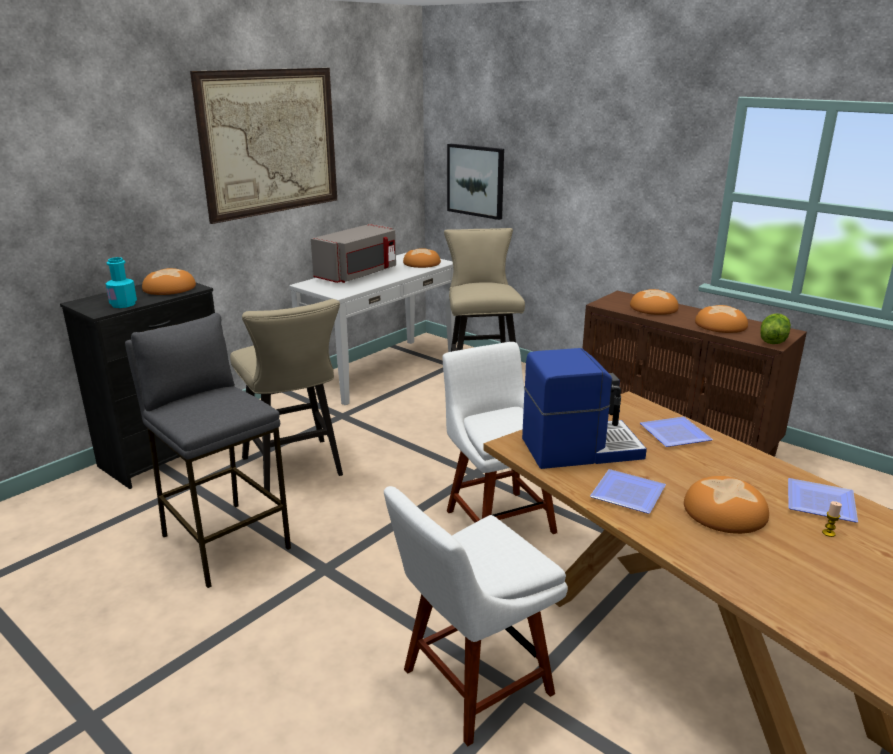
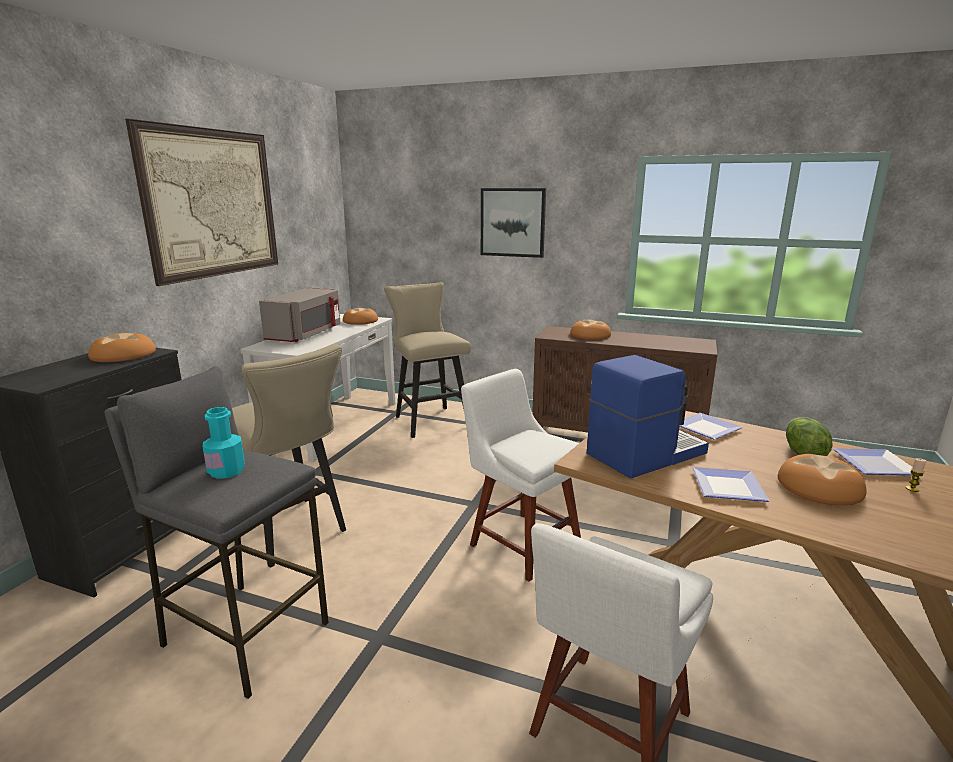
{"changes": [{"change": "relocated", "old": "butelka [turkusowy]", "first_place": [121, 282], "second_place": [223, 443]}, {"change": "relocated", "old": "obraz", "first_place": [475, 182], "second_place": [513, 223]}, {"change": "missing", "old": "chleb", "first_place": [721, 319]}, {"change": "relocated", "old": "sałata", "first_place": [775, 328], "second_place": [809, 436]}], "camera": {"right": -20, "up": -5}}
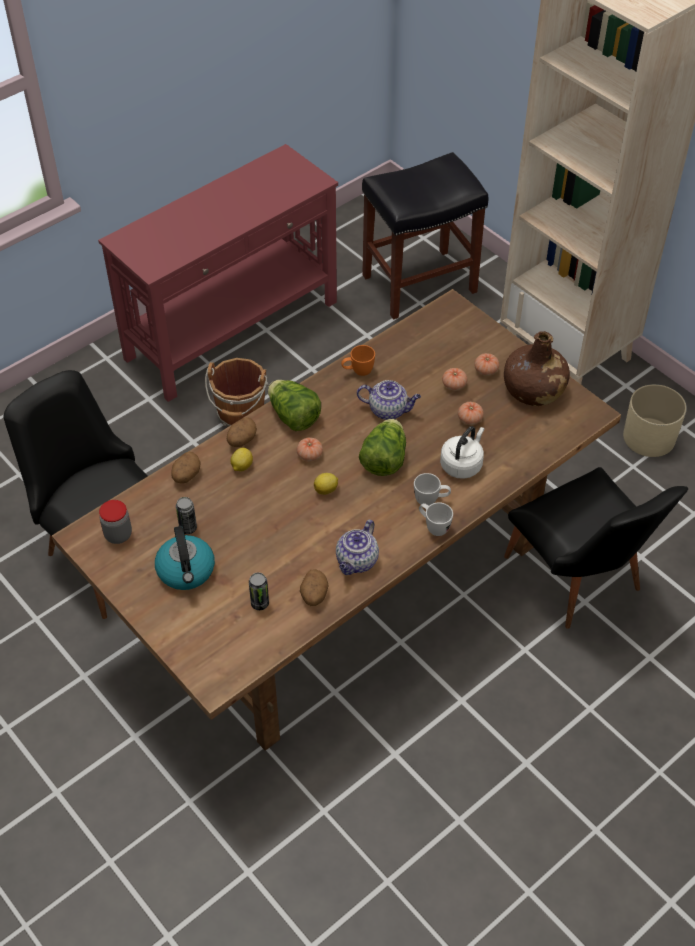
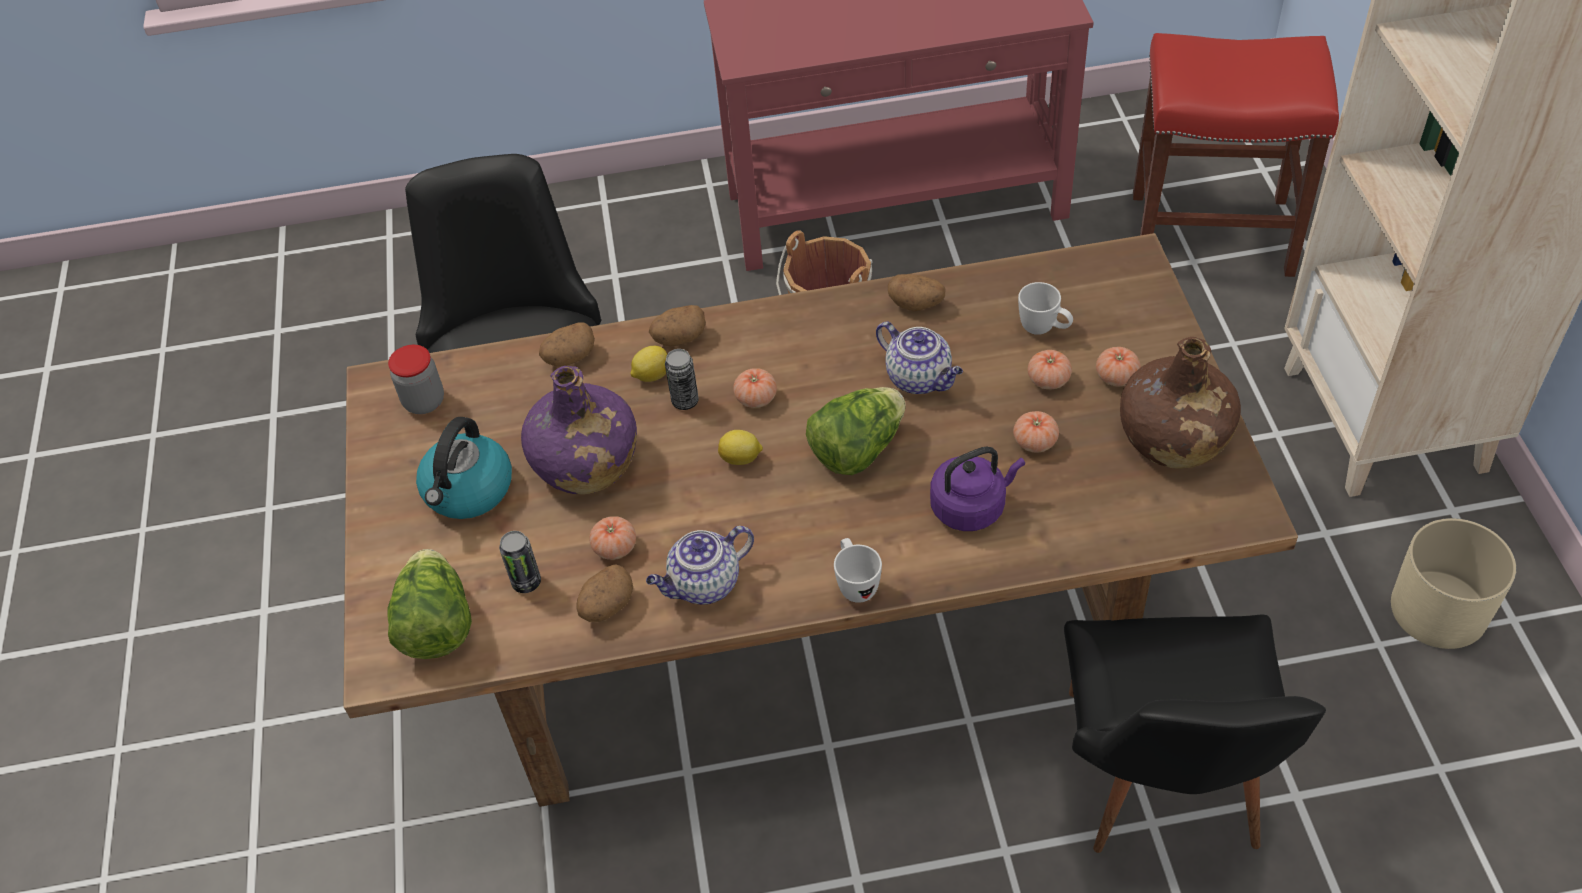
{"changes": [{"change": "relocated", "old": "puszka", "first_place": [186, 515], "second_place": [682, 379]}, {"change": "relocated", "old": "sałata", "first_place": [294, 405], "second_place": [429, 604]}, {"change": "exchanged", "old": "kubek [pomarańczowy]", "new": "ziemniak", "first_place": [358, 360], "second_place": [916, 292]}, {"change": "colour", "old": "stołek [czarny]", "new": "stołek [czerwony]", "first_place": [425, 236], "second_place": [1236, 155]}, {"change": "relocated", "old": "kubek [biały]", "first_place": [432, 489], "second_place": [1045, 308]}, {"change": "colour", "old": "czajnik [biały]", "new": "czajnik [fioletowy]", "first_place": [462, 452], "second_place": [977, 488]}, {"change": "appeared", "new": "butelka [fioletowy]", "second_place": [579, 430]}, {"change": "appeared", "new": "pomidor", "second_place": [612, 538]}], "camera": {"right": 35, "up": 0}}
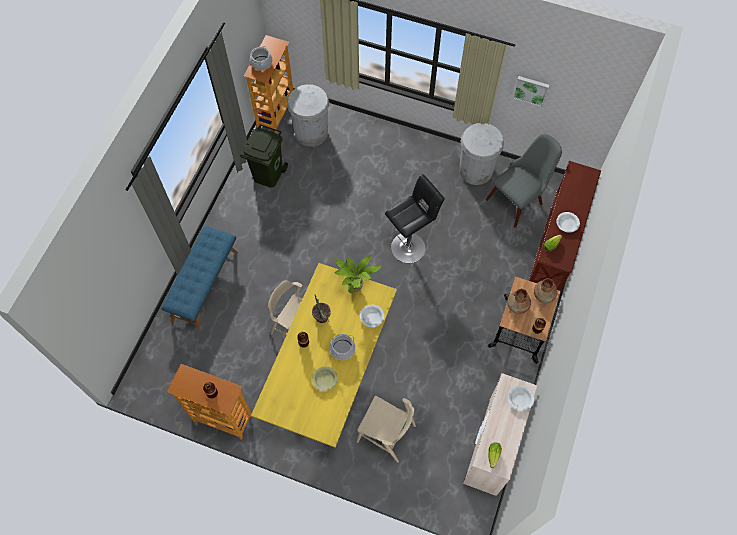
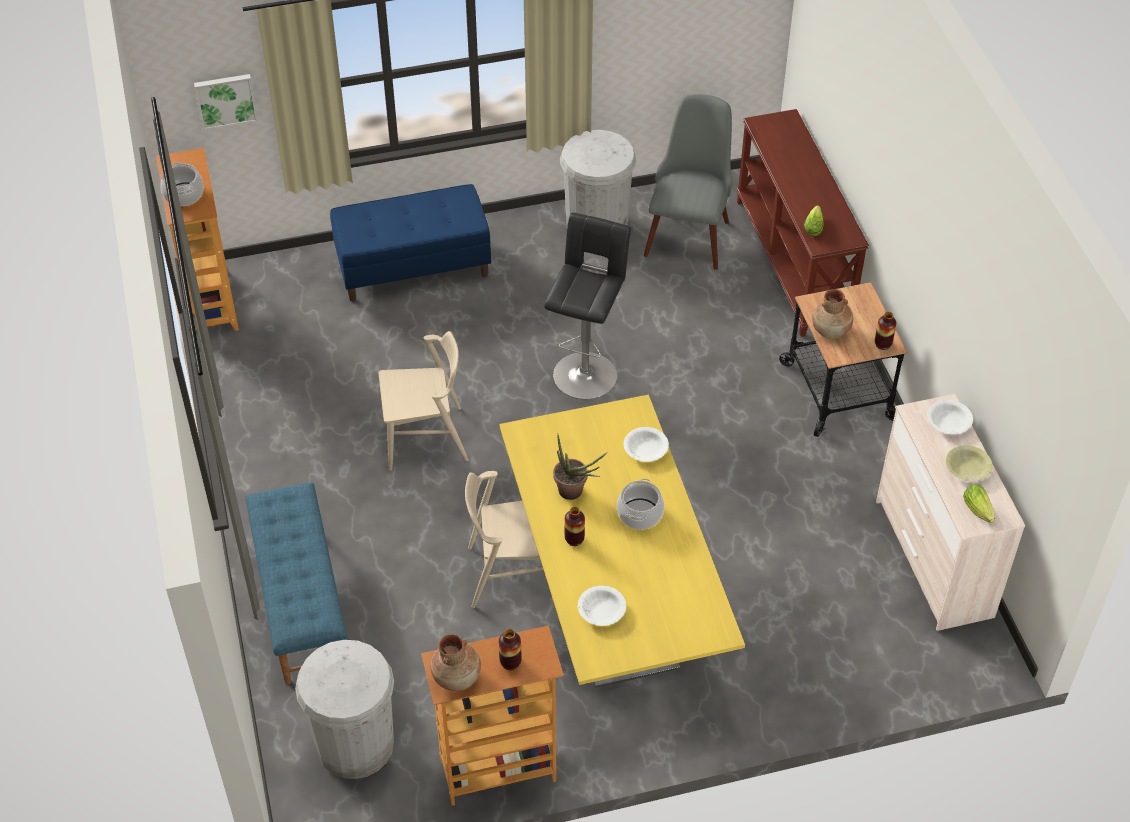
{"changes": [{"change": "missing", "old": "kosz na śmieci [zielony]", "first_place": [264, 156]}, {"change": "relocated", "old": "kosz na śmieci [biały]", "first_place": [308, 115], "second_place": [344, 709]}, {"change": "relocated", "old": "miska [żółty]", "first_place": [325, 378], "second_place": [969, 463]}, {"change": "missing", "old": "roślina doniczkowa", "first_place": [358, 274]}, {"change": "relocated", "old": "krzesło [beżowy]", "first_place": [386, 429], "second_place": [424, 401]}, {"change": "relocated", "old": "obraz", "first_place": [530, 91], "second_place": [226, 102]}, {"change": "relocated", "old": "wazon [brązowy]", "first_place": [546, 290], "second_place": [456, 662]}, {"change": "relocated", "old": "miska [biały]", "first_place": [568, 222], "second_place": [602, 606]}, {"change": "appeared", "new": "ławka [niebieski]", "second_place": [410, 243]}], "camera": {"right": -35, "up": -15}}
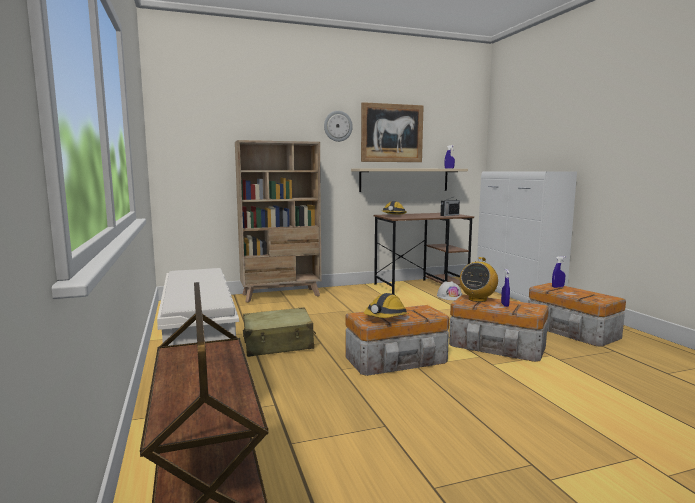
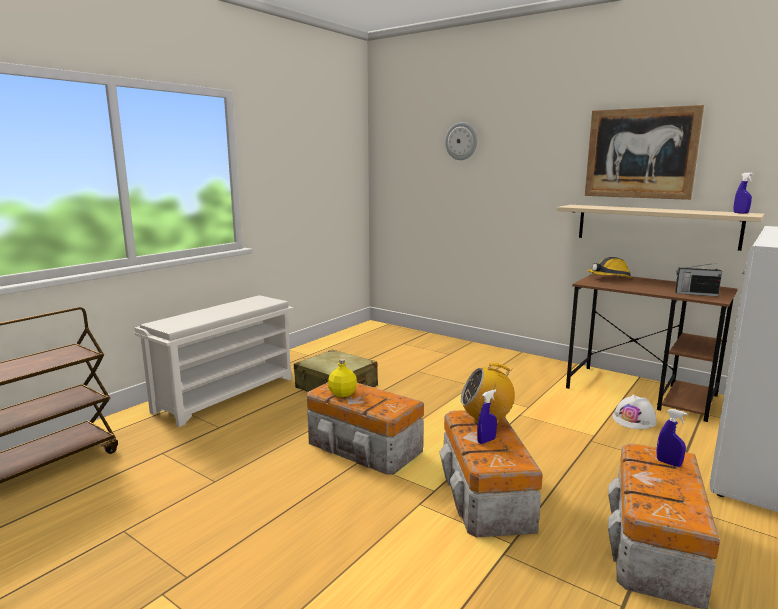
{"changes": [{"change": "missing", "old": "regał [beżowy]", "first_place": [278, 221]}, {"change": "relocated", "old": "zegar ścienny", "first_place": [338, 126], "second_place": [461, 141]}, {"change": "exchanged", "old": "kask", "new": "butelka [żółty]", "first_place": [386, 305], "second_place": [342, 378]}], "camera": {"right": 55, "up": 5}}
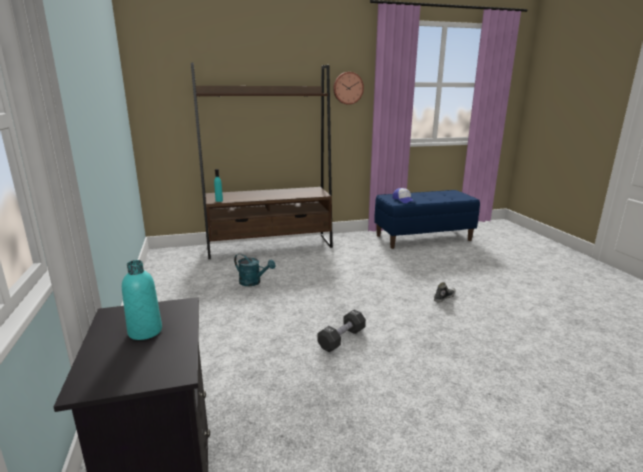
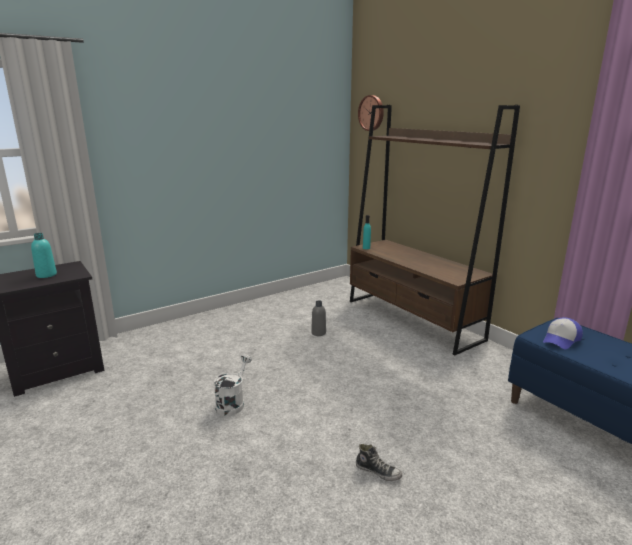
{"changes": [{"change": "exchanged", "old": "konewka [turkusowy]", "new": "butelka [szary]", "first_place": [255, 269], "second_place": [318, 318]}, {"change": "exchanged", "old": "hantel [czarny]", "new": "konewka [biały]", "first_place": [342, 331], "second_place": [233, 385]}, {"change": "relocated", "old": "zegar ścienny", "first_place": [348, 88], "second_place": [371, 113]}], "camera": {"right": 70, "up": 0}}
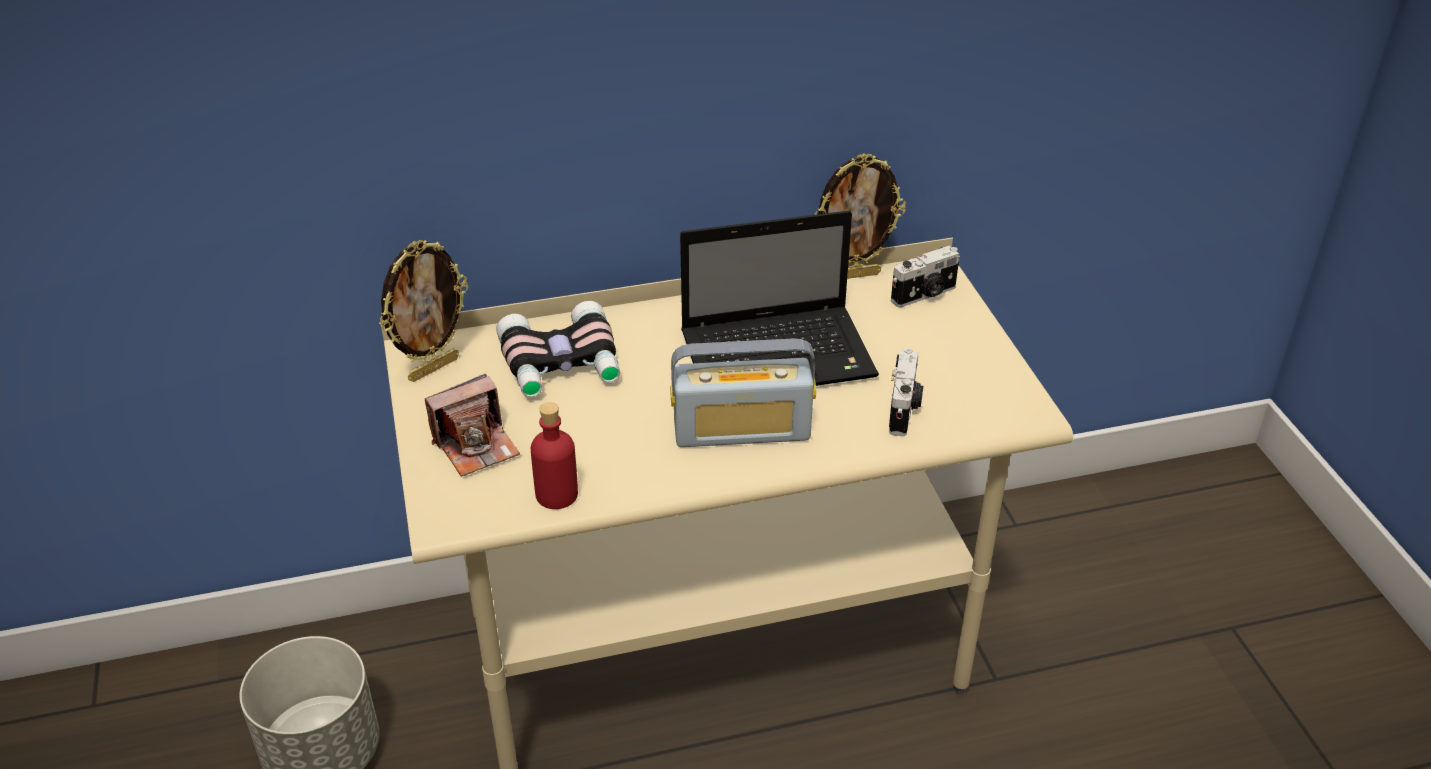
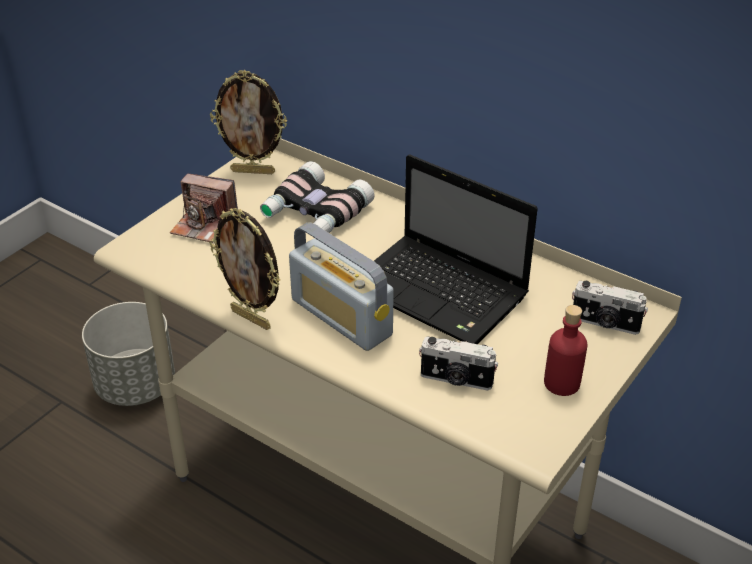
{"changes": [{"change": "relocated", "old": "butelka [czerwony]", "first_place": [554, 455], "second_place": [565, 350]}, {"change": "relocated", "old": "ramka na zdjęcie", "first_place": [860, 216], "second_place": [244, 269]}, {"change": "spun", "old": "aparat fotograficzny", "first_place": [906, 392], "second_place": [458, 363], "degrees": 45}], "camera": {"right": 50, "up": 0}}
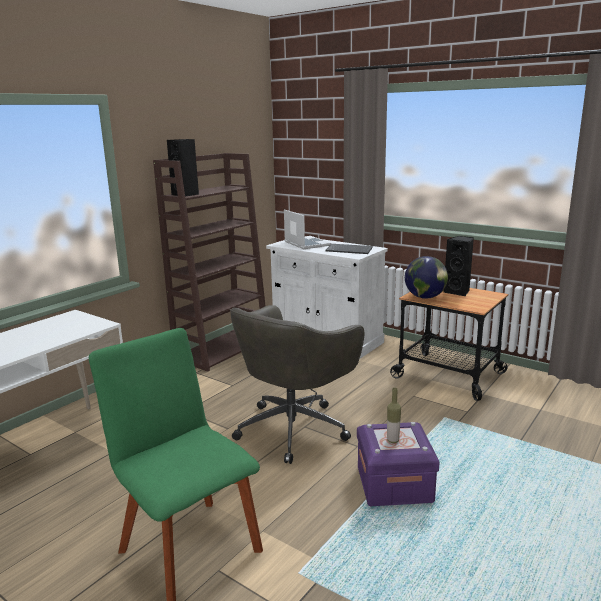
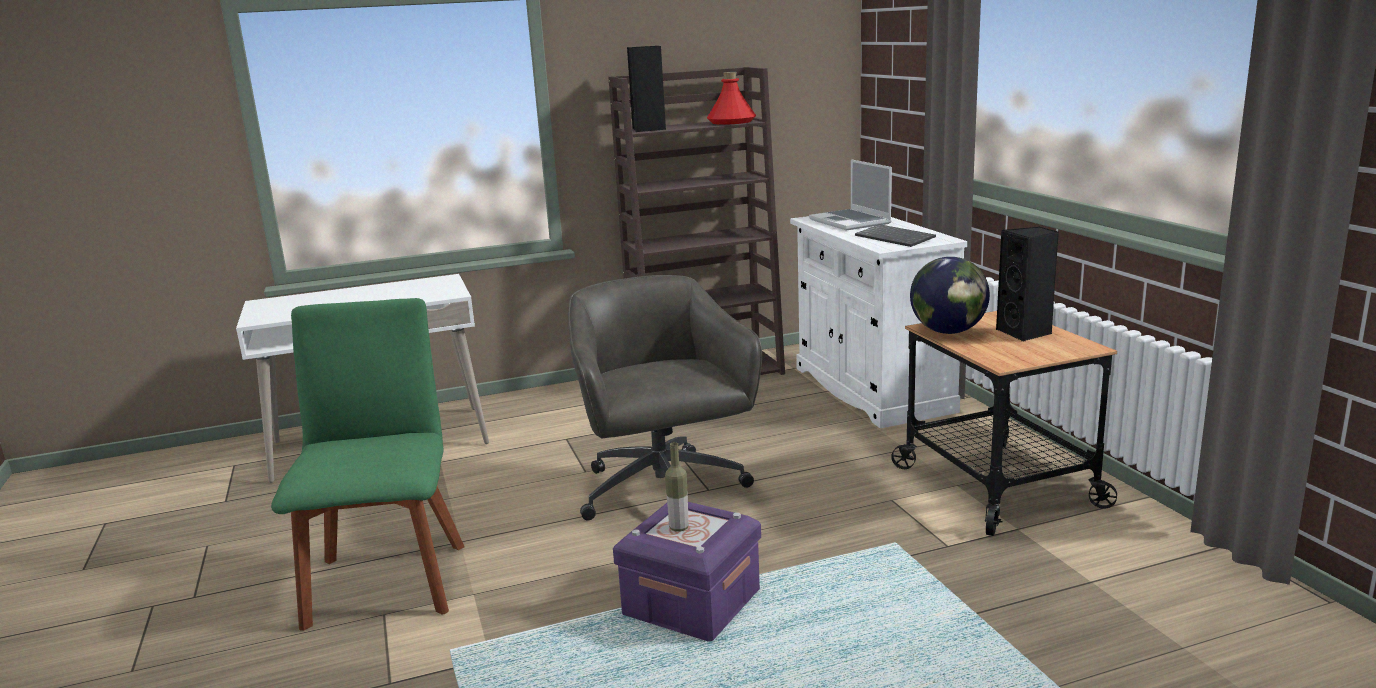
{"changes": [{"change": "spun", "old": "krzesło biurowe [szary]", "first_place": [297, 384], "second_place": [665, 397], "degrees": 90}, {"change": "spun", "old": "laptop", "first_place": [307, 229], "second_place": [850, 195], "degrees": 150}, {"change": "appeared", "new": "butelka [czerwony]", "second_place": [731, 98]}], "camera": {"right": 35, "up": 0}}
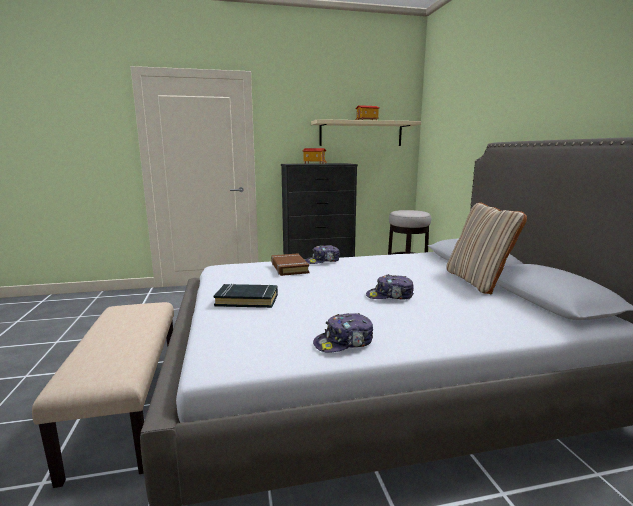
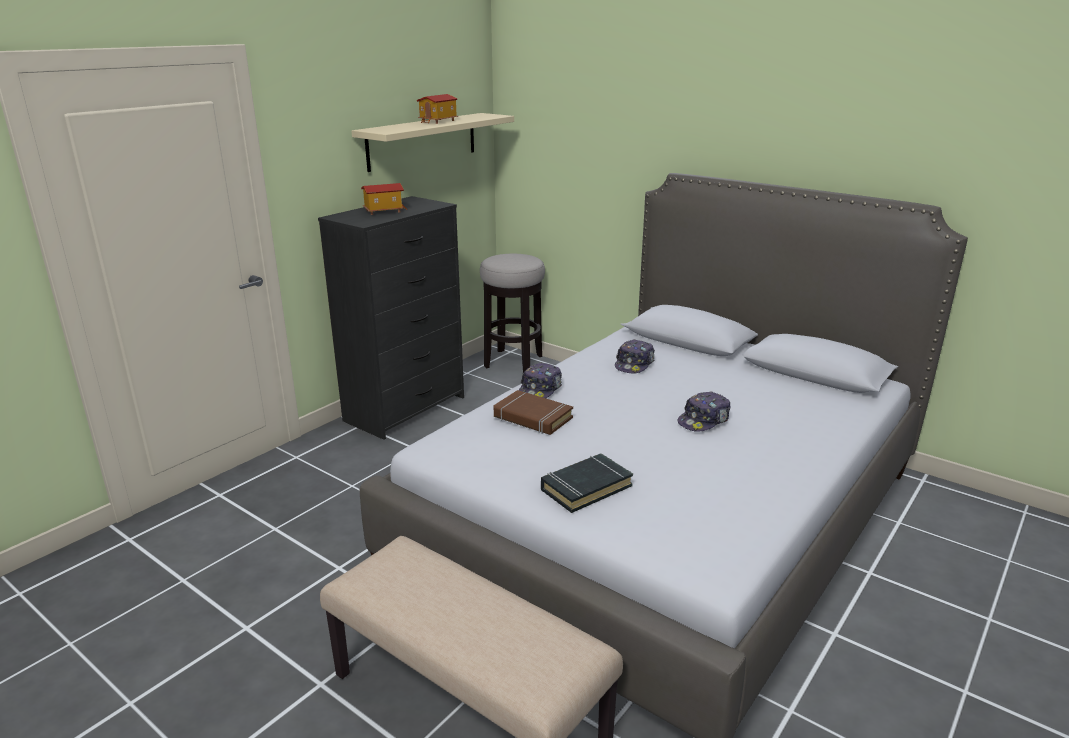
{"changes": [{"change": "relocated", "old": "czapka z daszkiem", "first_place": [343, 333], "second_place": [635, 356]}, {"change": "missing", "old": "poduszka [beżowy]", "first_place": [486, 248]}], "camera": {"right": -40, "up": 10}}
